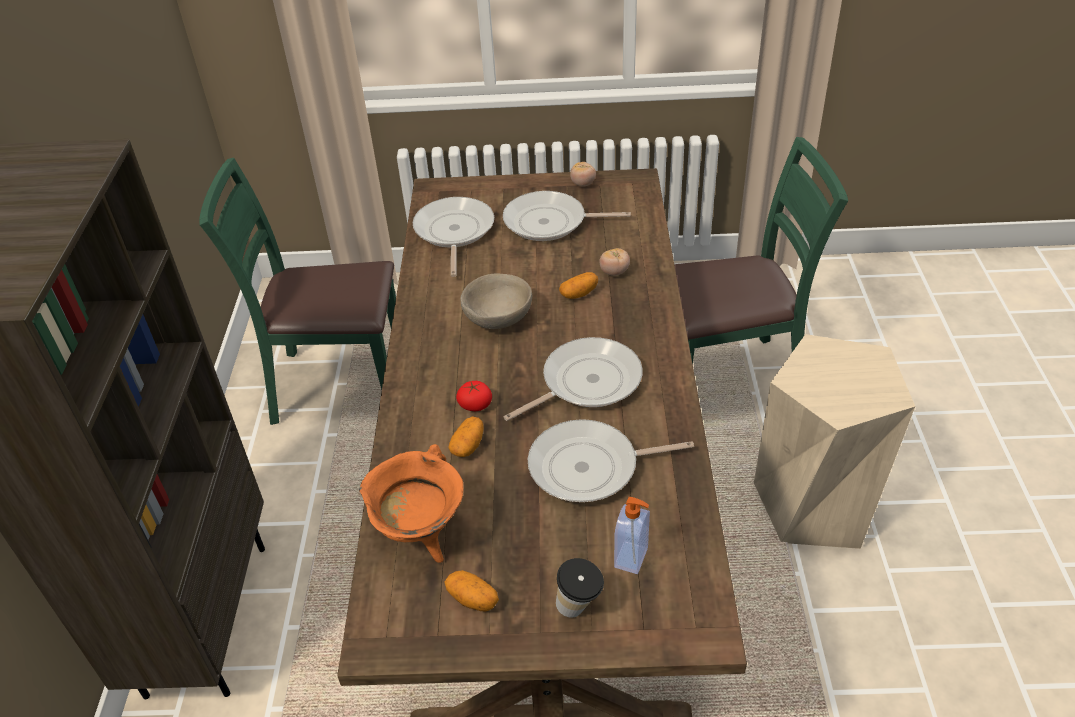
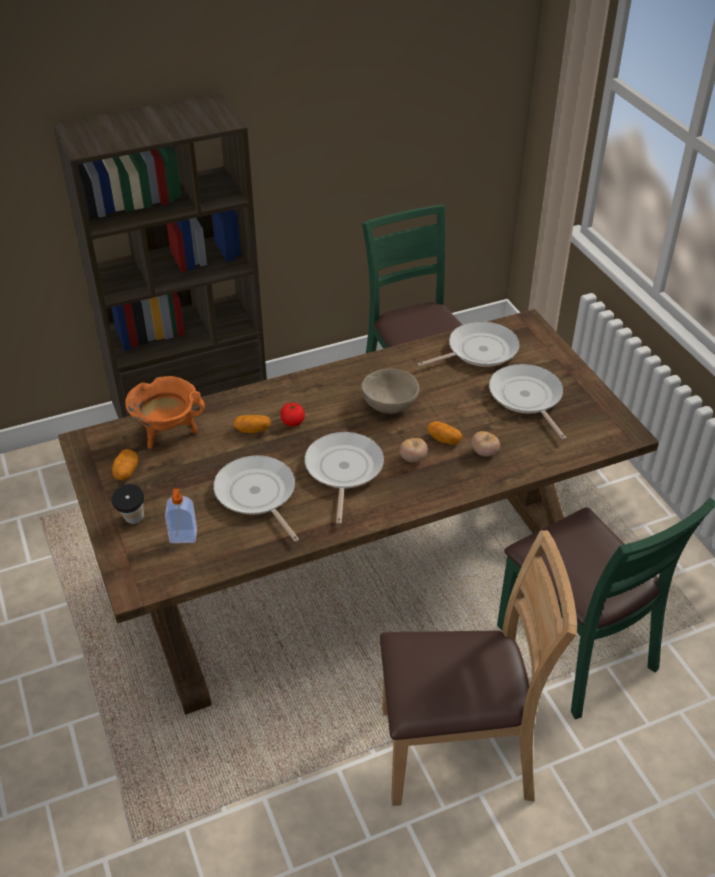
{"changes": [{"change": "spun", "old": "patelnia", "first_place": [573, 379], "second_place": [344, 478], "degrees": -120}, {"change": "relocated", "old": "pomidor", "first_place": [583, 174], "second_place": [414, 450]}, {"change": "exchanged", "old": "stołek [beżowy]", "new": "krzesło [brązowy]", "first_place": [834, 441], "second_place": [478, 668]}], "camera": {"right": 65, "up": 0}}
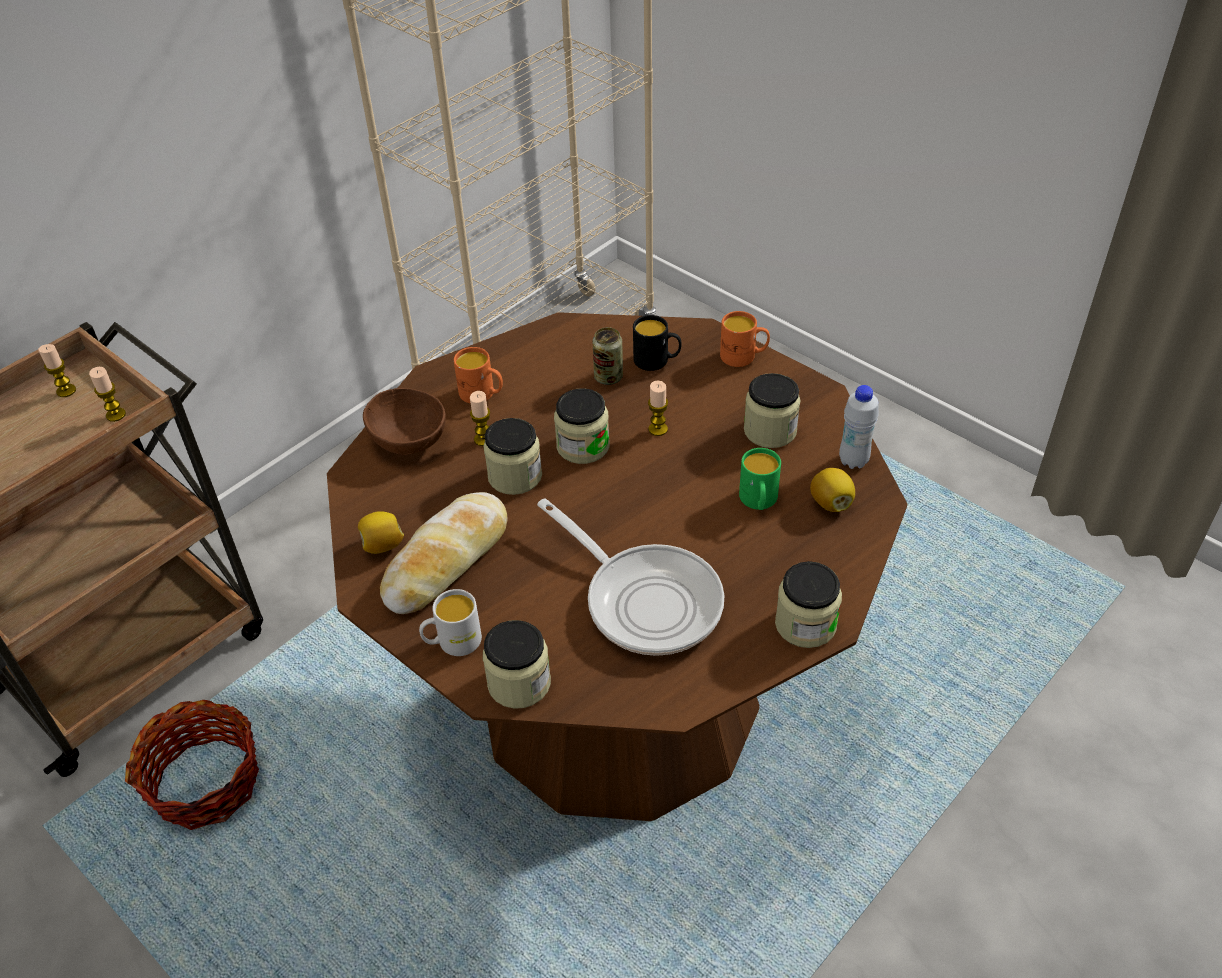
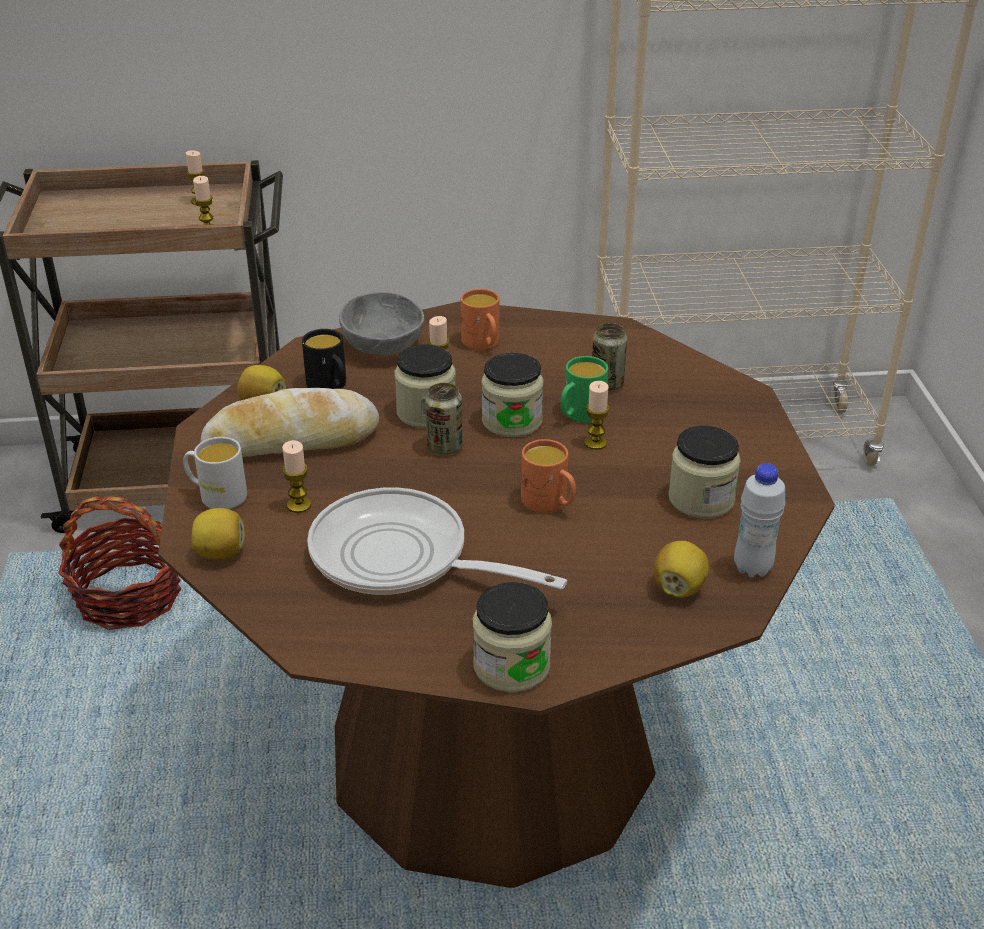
{"changes": [{"change": "colour", "old": "miska [brązowy]", "new": "miska [szary]", "first_place": [404, 421], "second_place": [381, 323]}, {"change": "exchanged", "old": "słoik", "new": "cytryna", "first_place": [517, 664], "second_place": [218, 533]}, {"change": "spun", "old": "patelnia", "first_place": [630, 577], "second_place": [437, 541], "degrees": 120}, {"change": "relocated", "old": "kubek [czarny]", "first_place": [657, 343], "second_place": [324, 359]}, {"change": "relocated", "old": "kubek [pomarańczowy]", "first_place": [745, 339], "second_place": [548, 476]}, {"change": "relocated", "old": "kubek [zielony]", "first_place": [760, 479], "second_place": [584, 389]}, {"change": "appeared", "new": "świeca", "second_place": [296, 476]}, {"change": "appeared", "new": "puszka", "second_place": [444, 419]}], "camera": {"right": 40, "up": -10}}
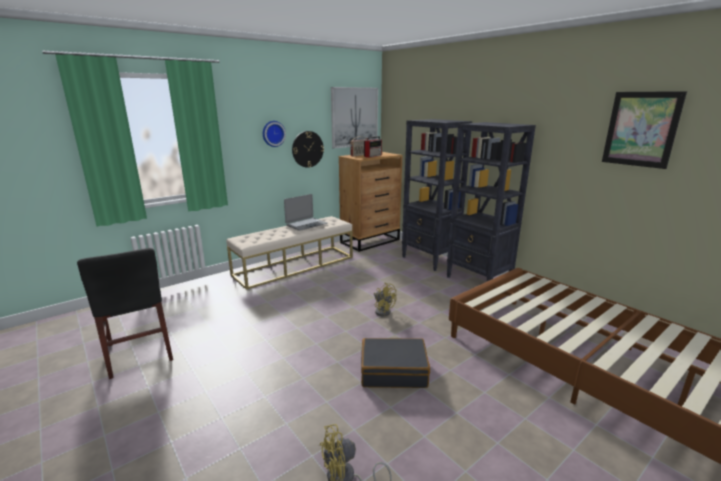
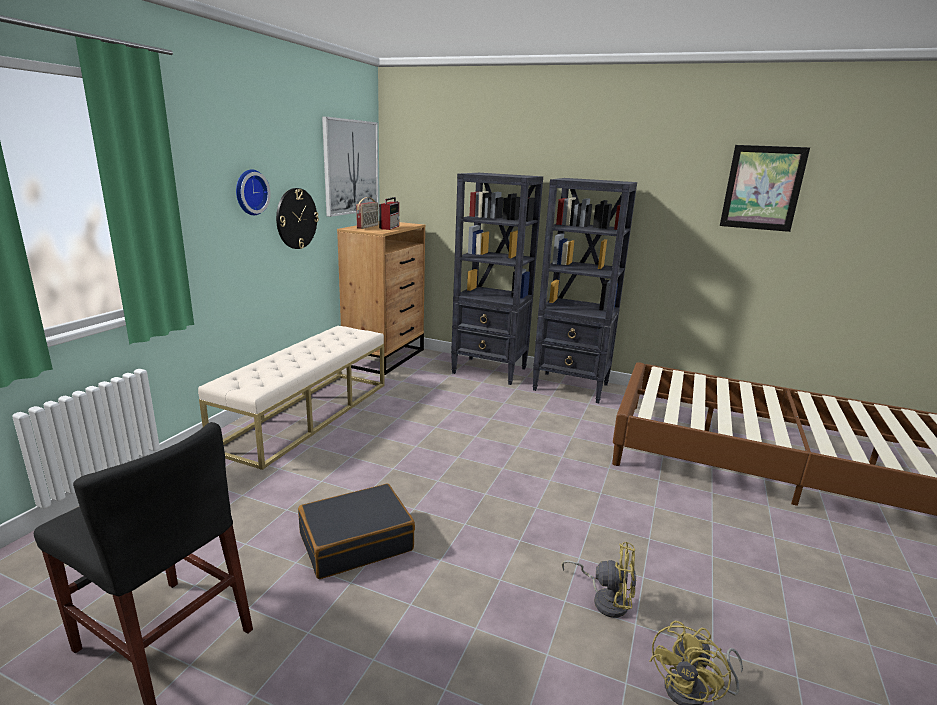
{"changes": [{"change": "missing", "old": "laptop", "first_place": [306, 212]}, {"change": "relocated", "old": "walizka [czarny]", "first_place": [395, 363], "second_place": [356, 531]}, {"change": "relocated", "old": "wentylator [żółty]", "first_place": [385, 299], "second_place": [599, 580]}], "camera": {"right": -30, "up": 0}}
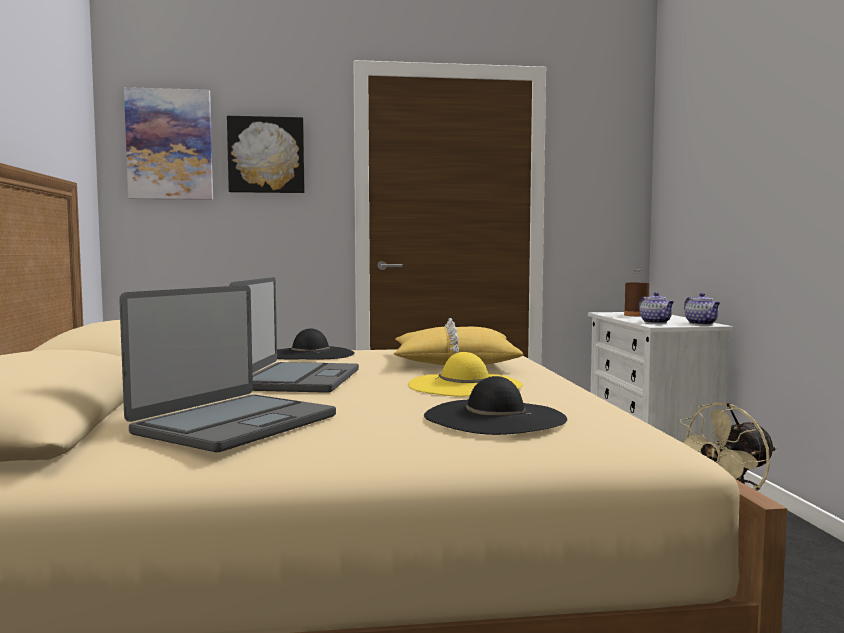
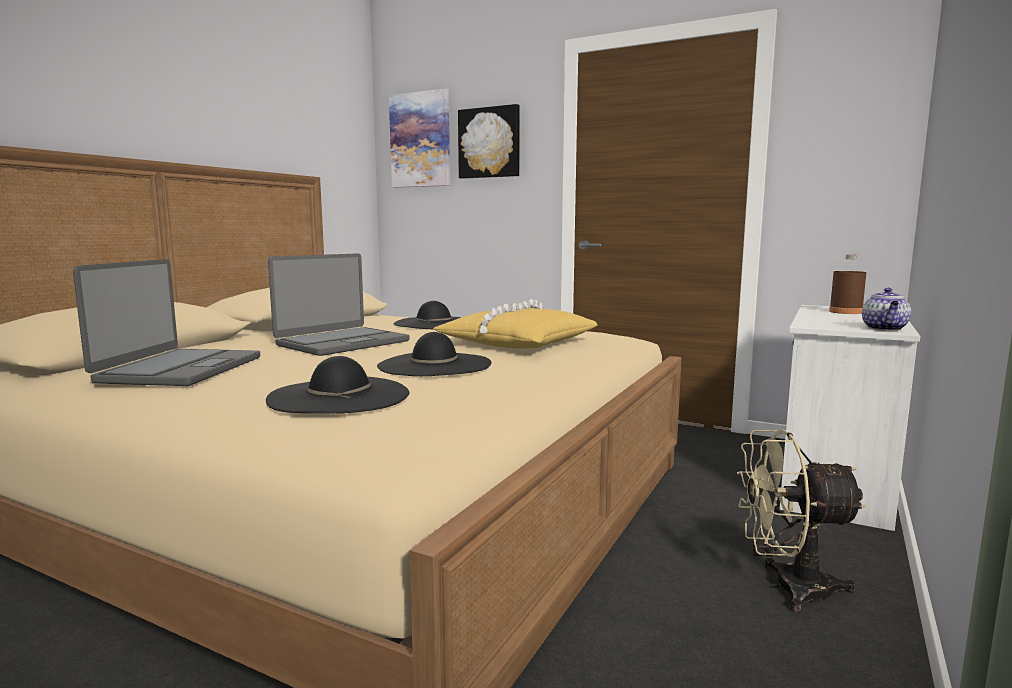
{"changes": [{"change": "spun", "old": "laptop", "first_place": [227, 368], "second_place": [166, 322], "degrees": -60}, {"change": "colour", "old": "kapelusz [żółty]", "new": "kapelusz [czarny]", "first_place": [465, 374], "second_place": [434, 354]}, {"change": "missing", "old": "imbryk", "first_place": [656, 308]}], "camera": {"right": 35, "up": 5}}
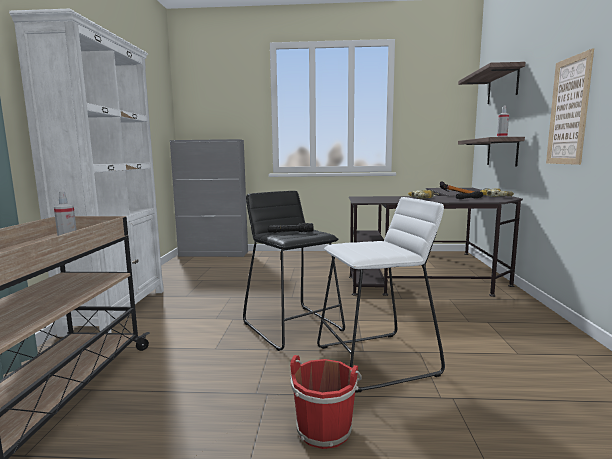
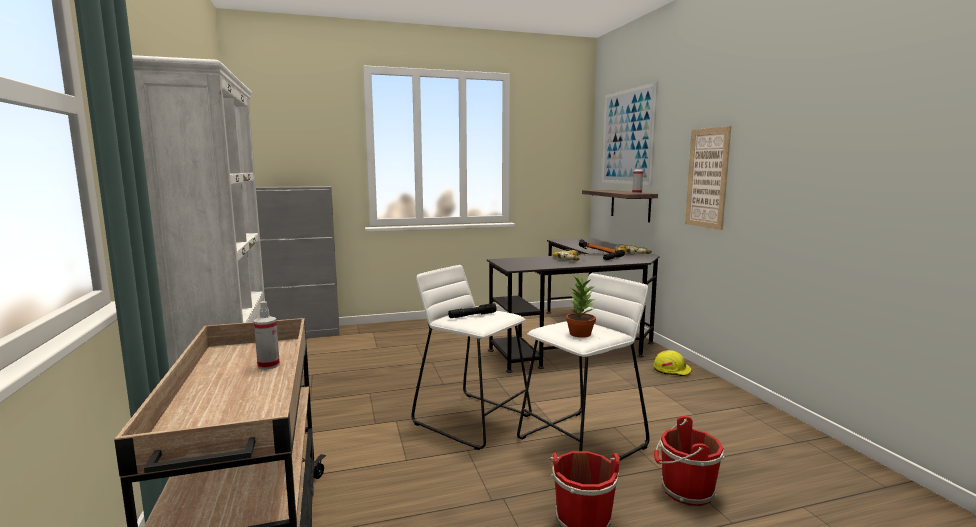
{"changes": [{"change": "colour", "old": "stołek [czarny]", "new": "stołek [biały]", "first_place": [294, 271], "second_place": [471, 357]}, {"change": "exchanged", "old": "półka", "new": "obraz", "first_place": [491, 83], "second_place": [630, 133]}, {"change": "appeared", "new": "roślina doniczkowa", "second_place": [581, 306]}, {"change": "appeared", "new": "kask [żółty]", "second_place": [673, 363]}, {"change": "appeared", "new": "wiadro [czerwony]", "second_place": [689, 461]}], "camera": {"right": -20, "up": 0}}
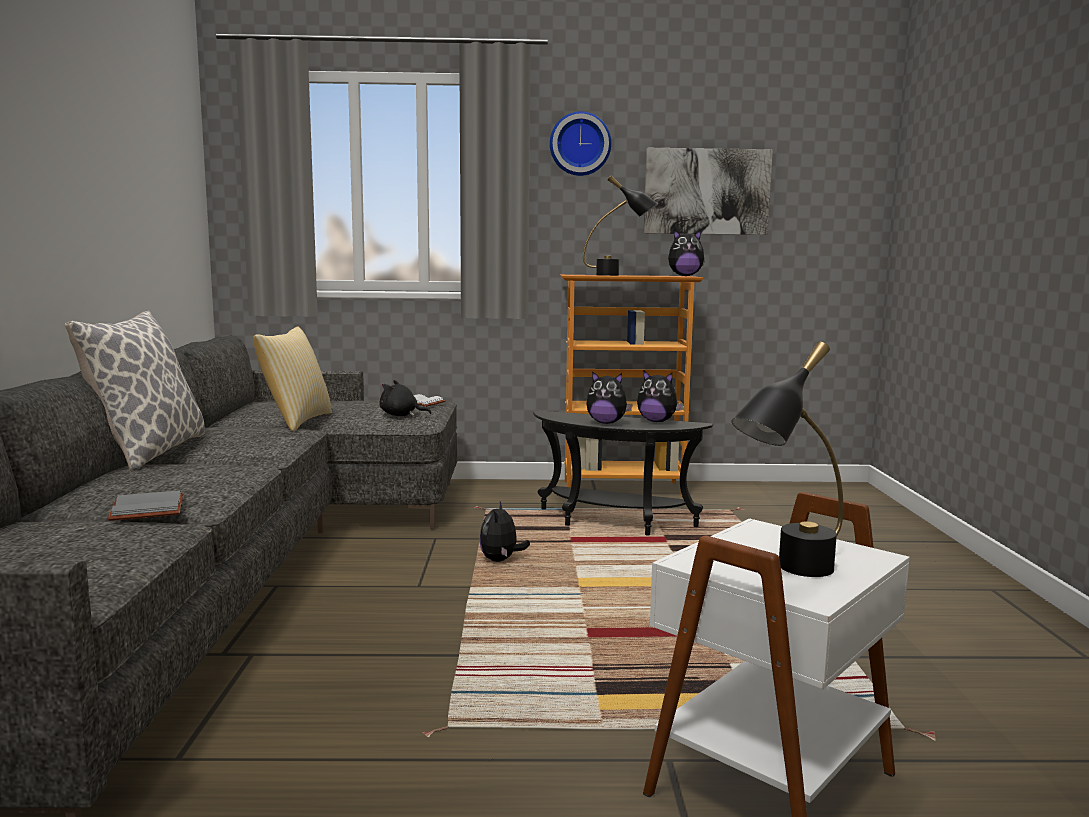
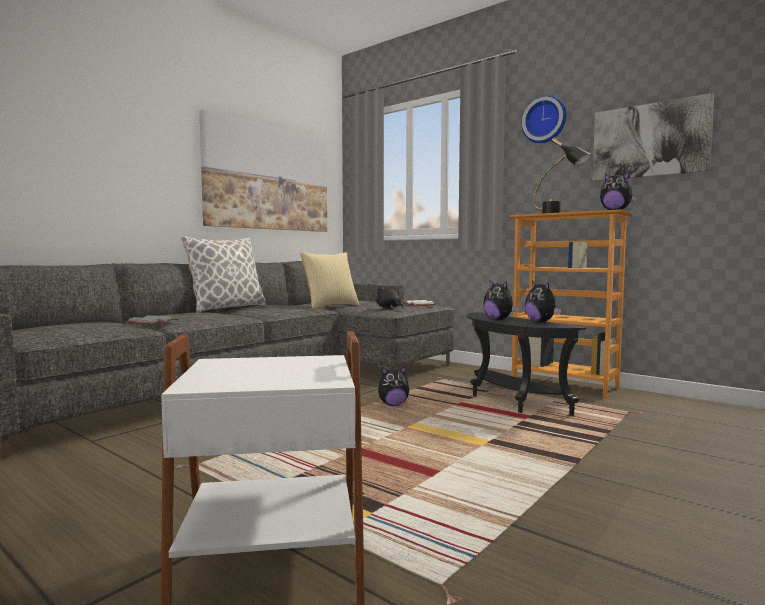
{"changes": [{"change": "spun", "old": "pluszak", "first_place": [504, 532], "second_place": [393, 386], "degrees": -150}, {"change": "missing", "old": "lampa stołowa [czarny]", "first_place": [787, 459]}, {"change": "appeared", "new": "obraz", "second_place": [263, 170]}], "camera": {"right": 40, "up": -5}}
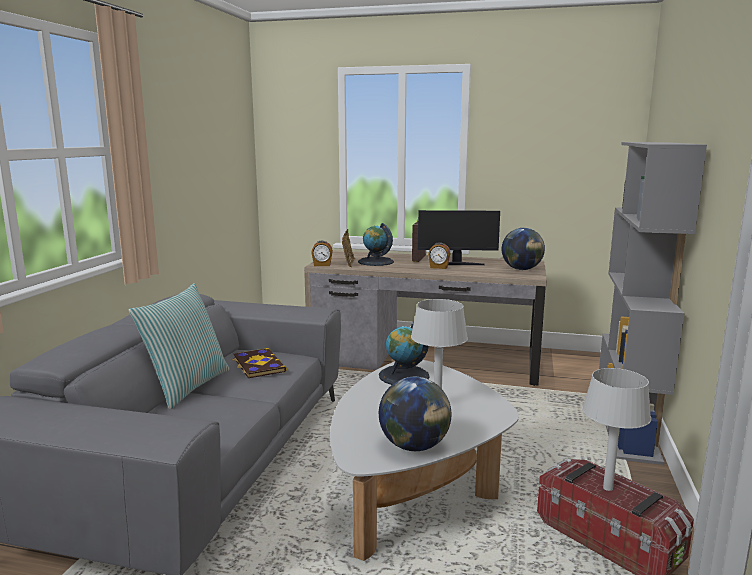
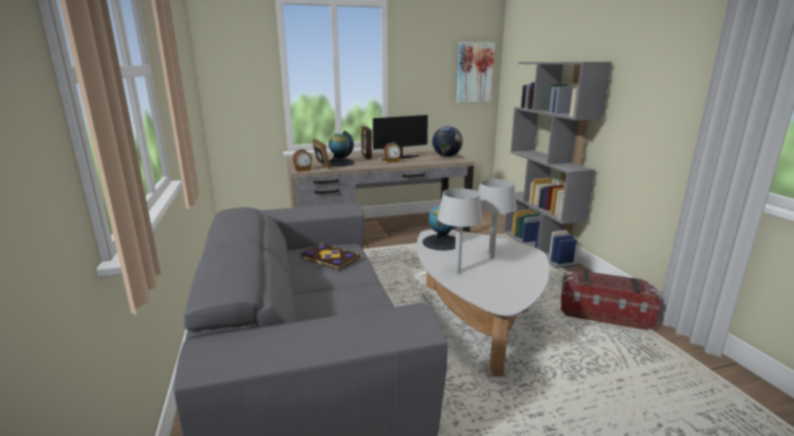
{"changes": [{"change": "missing", "old": "poduszka", "first_place": [179, 346]}, {"change": "missing", "old": "globus", "first_place": [415, 414]}, {"change": "relocated", "old": "lampa stołowa [szary]", "first_place": [616, 429], "second_place": [460, 231]}, {"change": "appeared", "new": "obraz", "second_place": [476, 72]}], "camera": {"right": -30, "up": 5}}
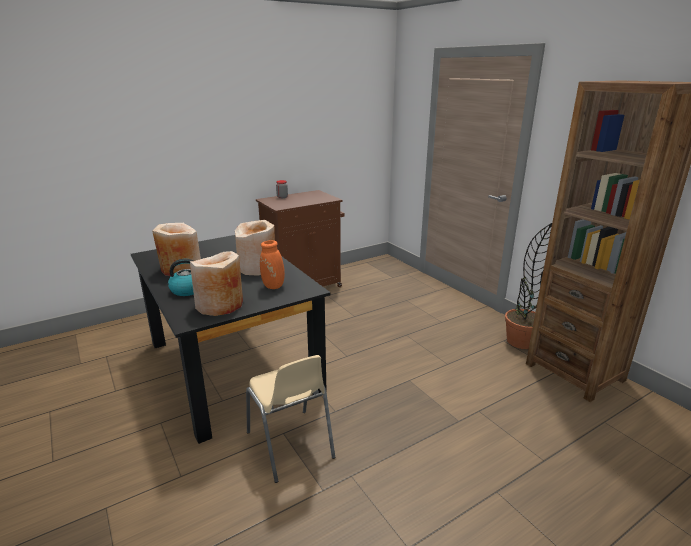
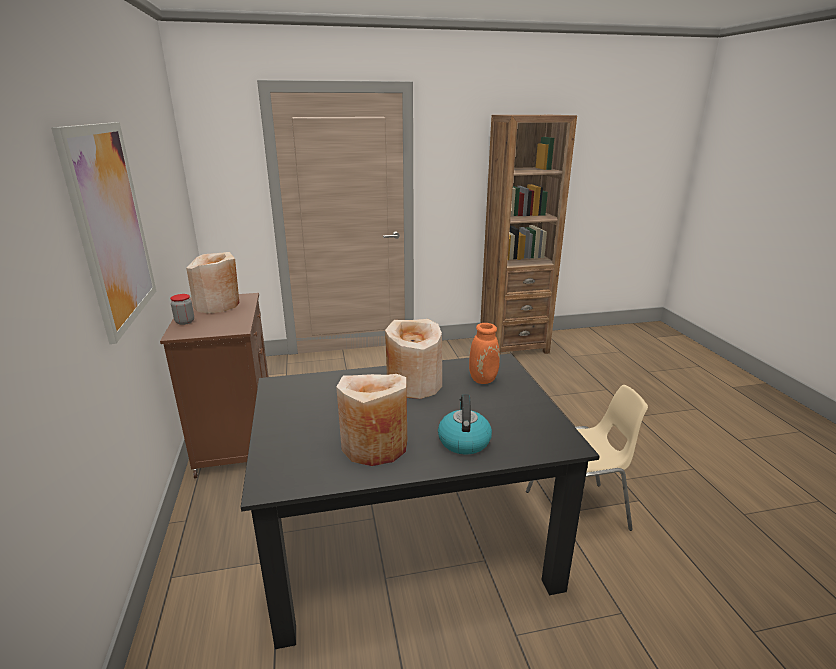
{"changes": [{"change": "relocated", "old": "wazon [beżowy]", "first_place": [216, 283], "second_place": [212, 283]}, {"change": "missing", "old": "roślina doniczkowa", "first_place": [528, 286]}, {"change": "appeared", "new": "obraz", "second_place": [103, 233]}], "camera": {"right": -70, "up": 0}}
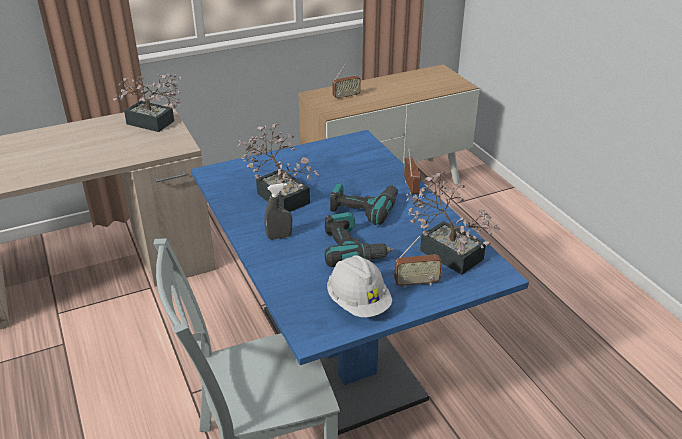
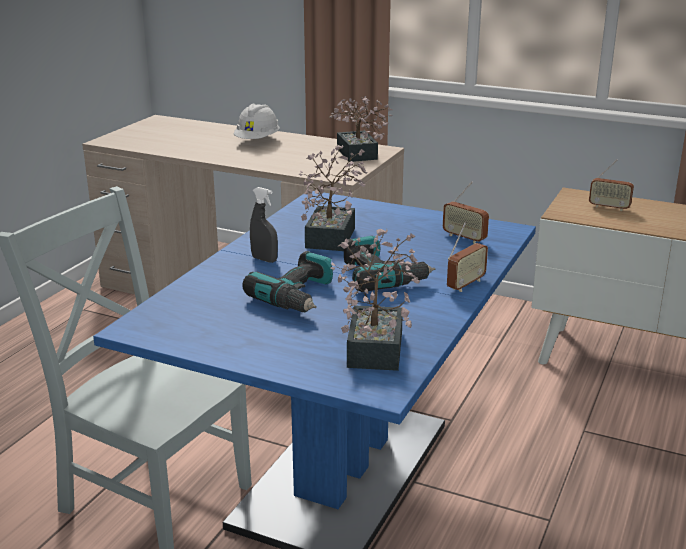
{"changes": [{"change": "relocated", "old": "kask [biały]", "first_place": [360, 286], "second_place": [257, 121]}, {"change": "relocated", "old": "radio", "first_place": [418, 262], "second_place": [466, 213]}], "camera": {"right": 50, "up": -10}}
